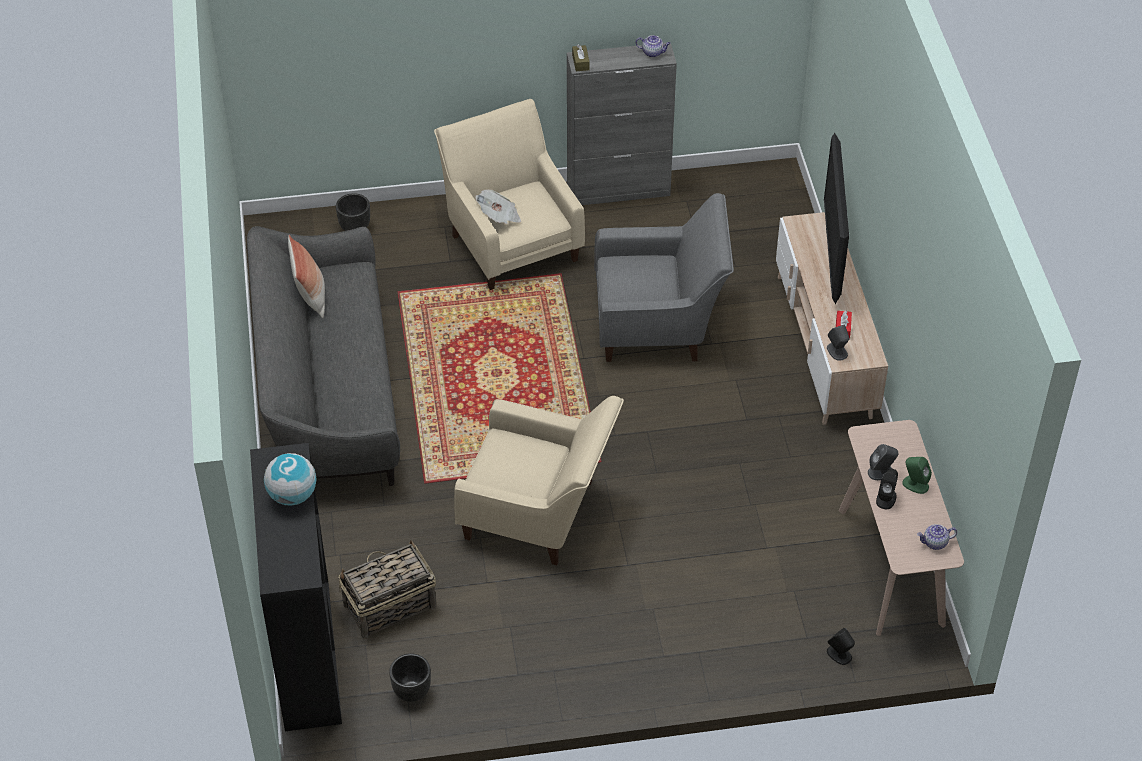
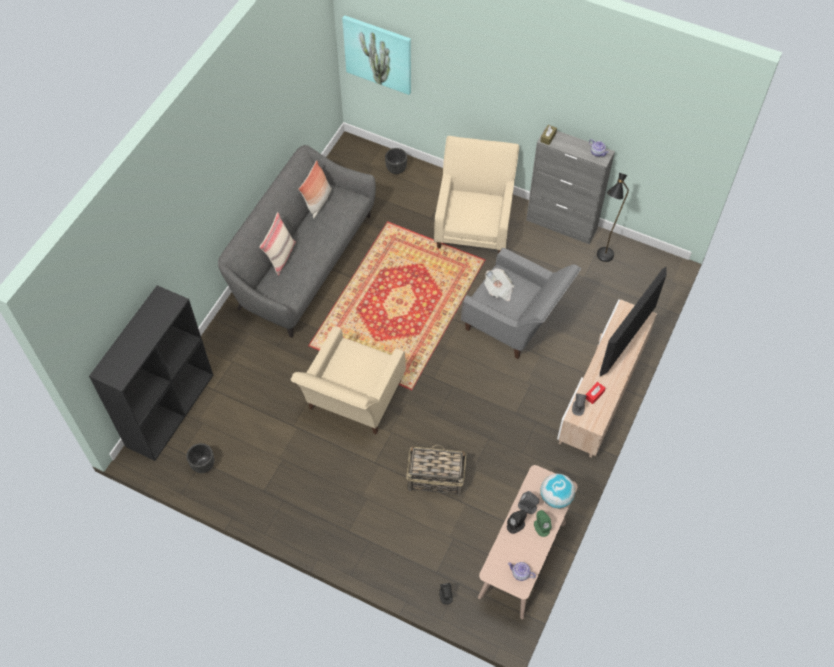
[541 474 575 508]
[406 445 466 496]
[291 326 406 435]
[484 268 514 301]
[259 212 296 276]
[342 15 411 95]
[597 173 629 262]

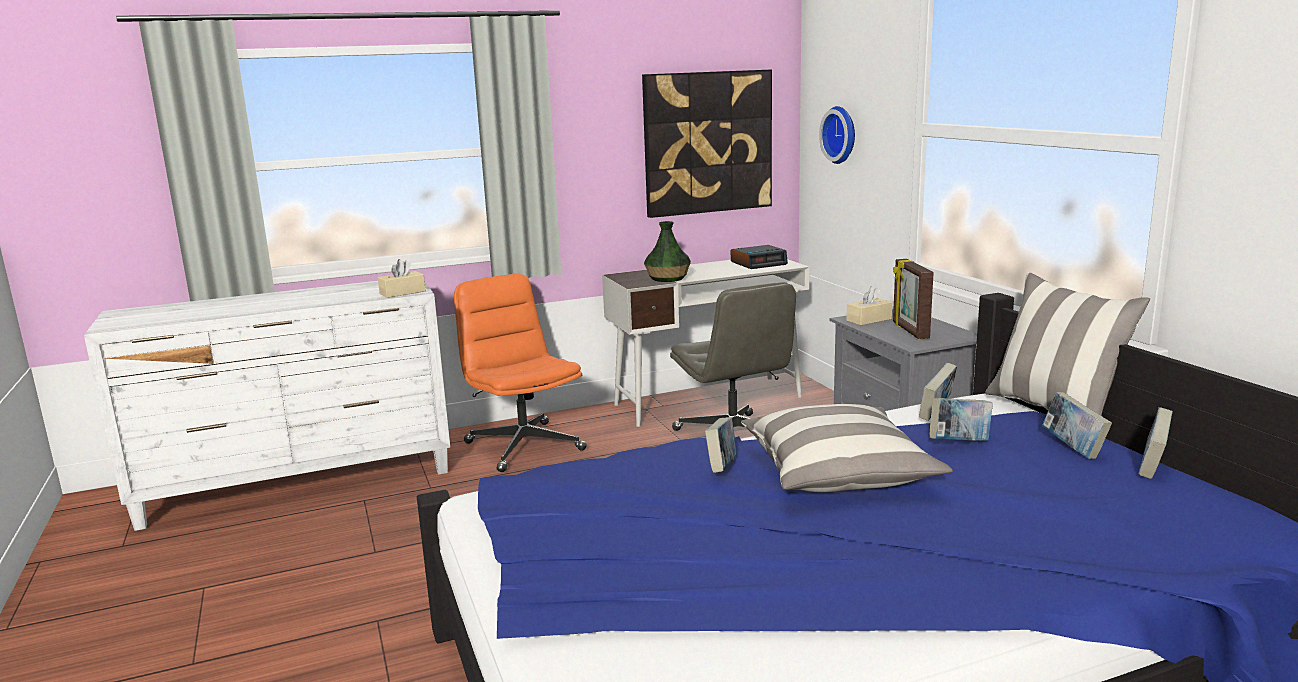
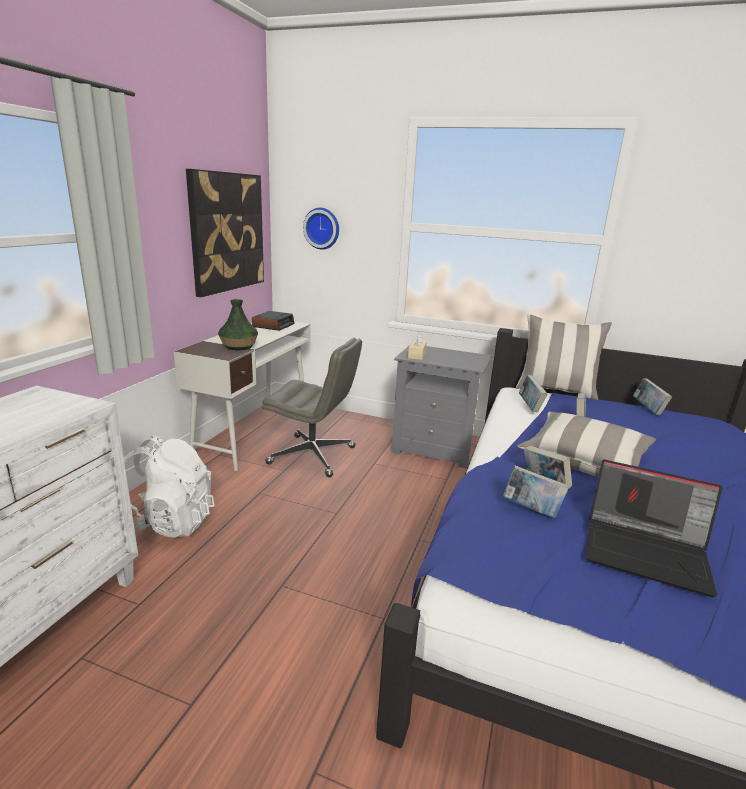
[378 259 426 298] (first image)
[124 436 215 538]
[893 259 934 339] (first image)
[503 465 568 518]
[586 459 723 597]

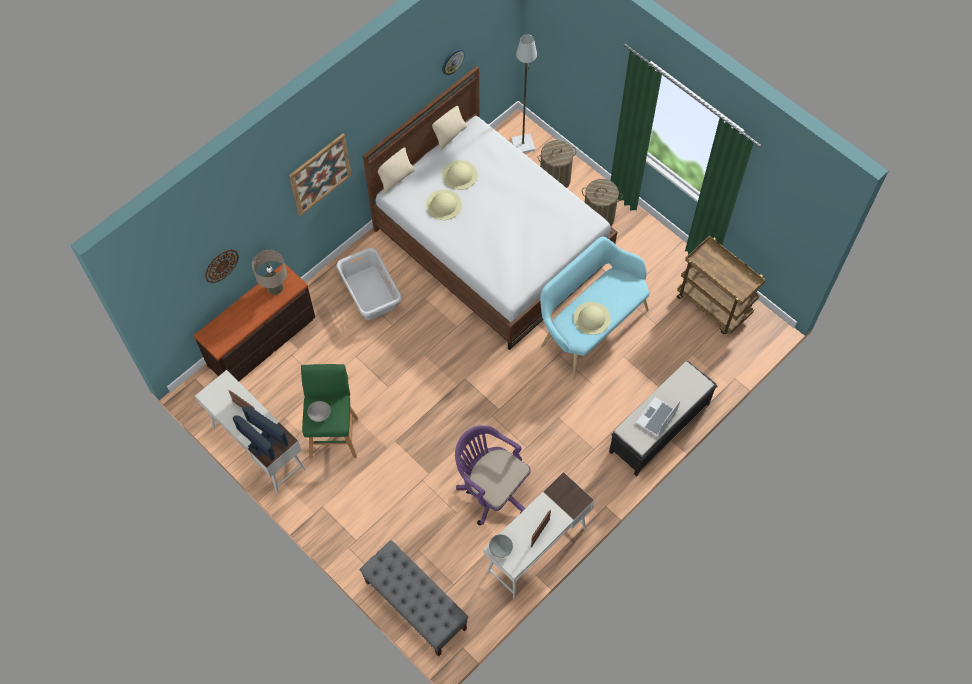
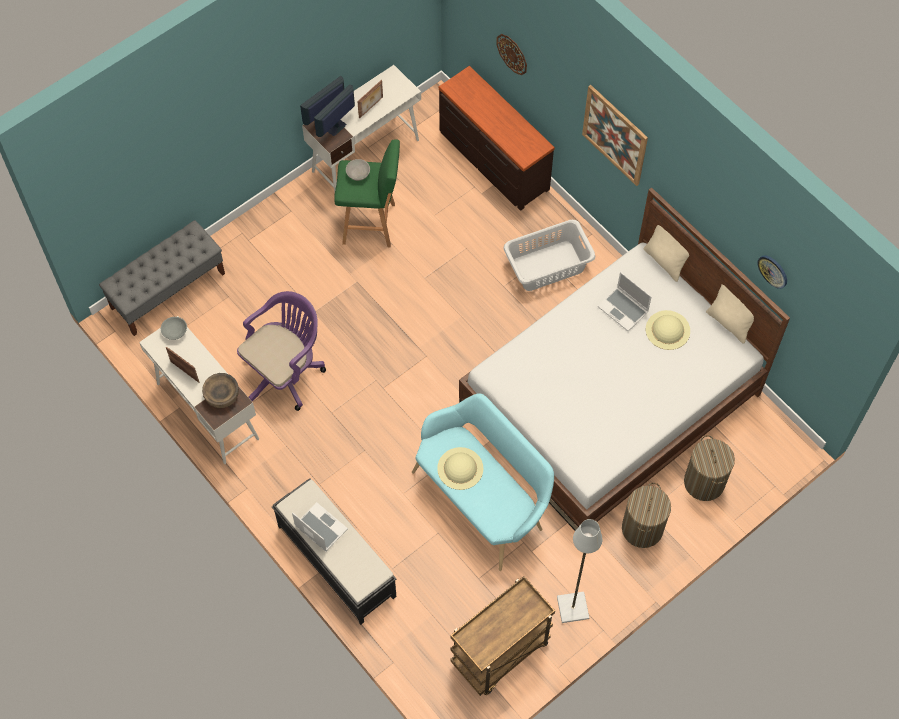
[252 250 287 295] (first image)
[597 272 652 331]
[557 519 602 623]
[202 373 239 408]

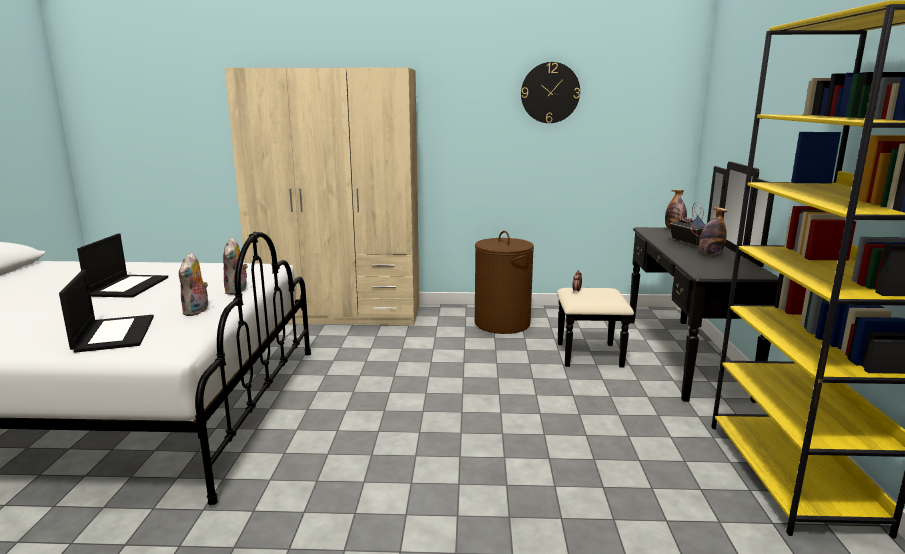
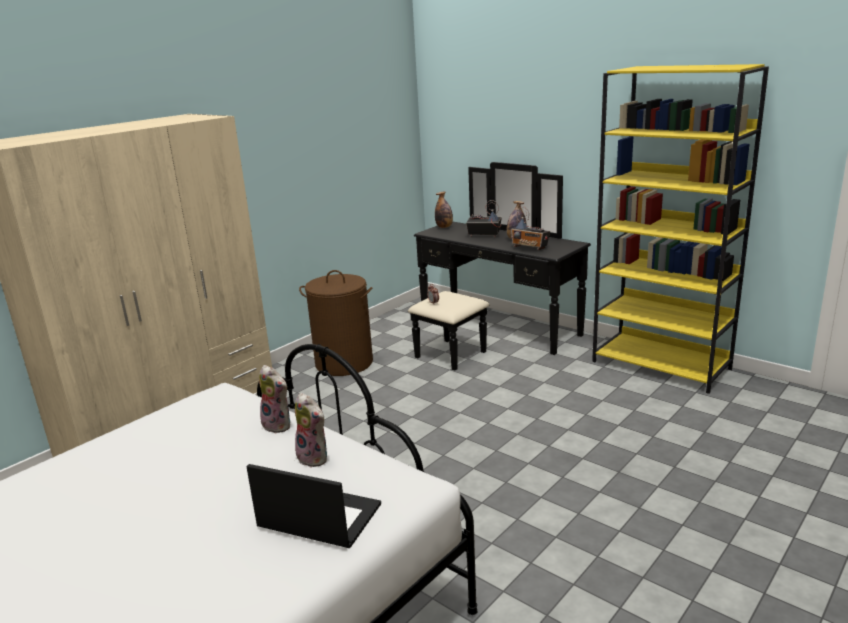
[77 233 168 298] (first image)
[521 62 580 123] (first image)
[511 207 550 250]

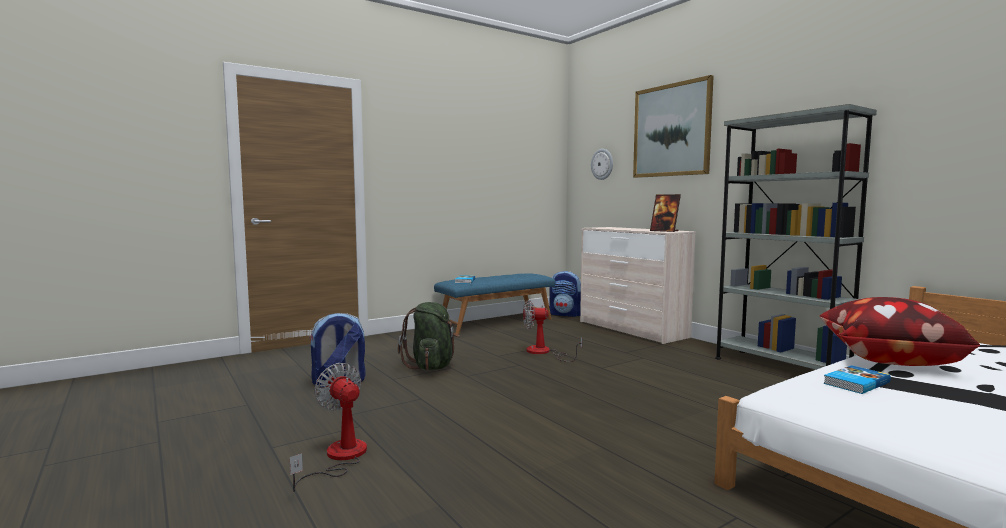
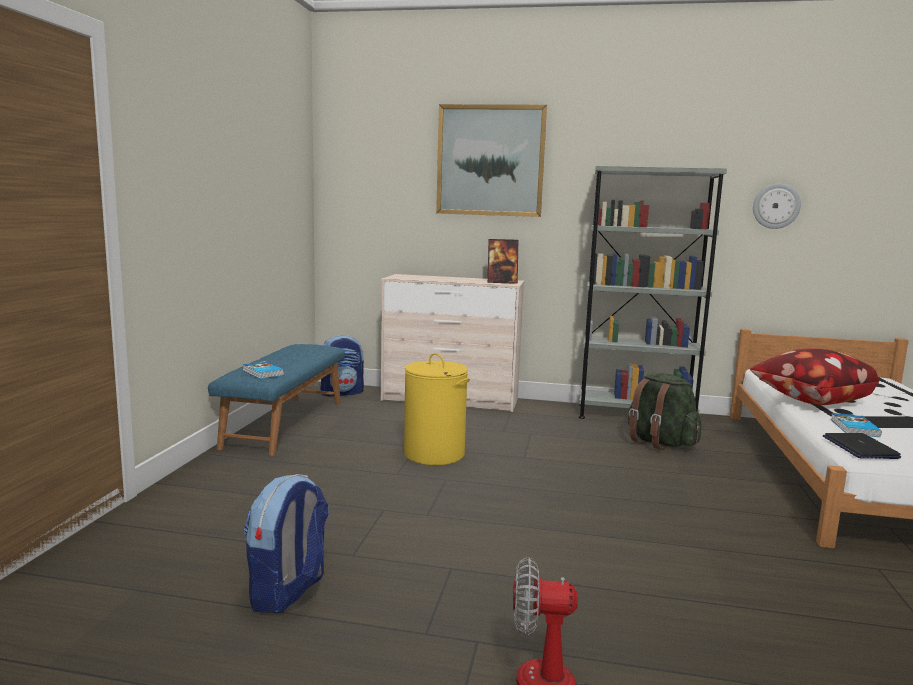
[628 373 702 450]
[404 353 470 465]
[753 183 801 229]
[823 433 901 459]

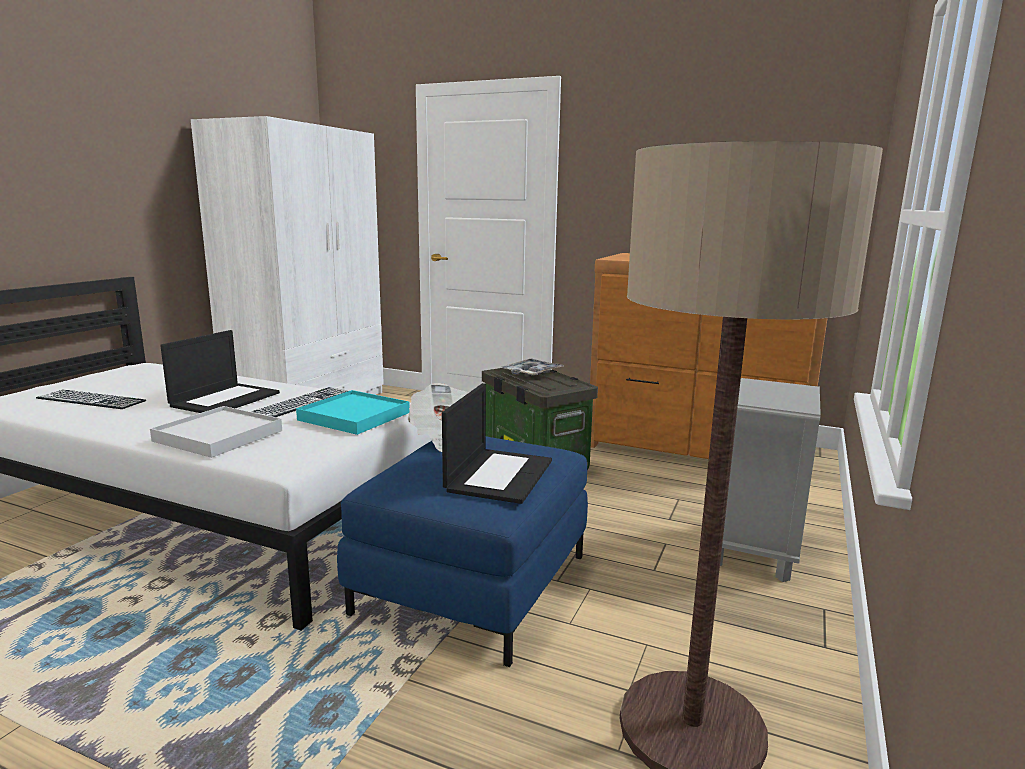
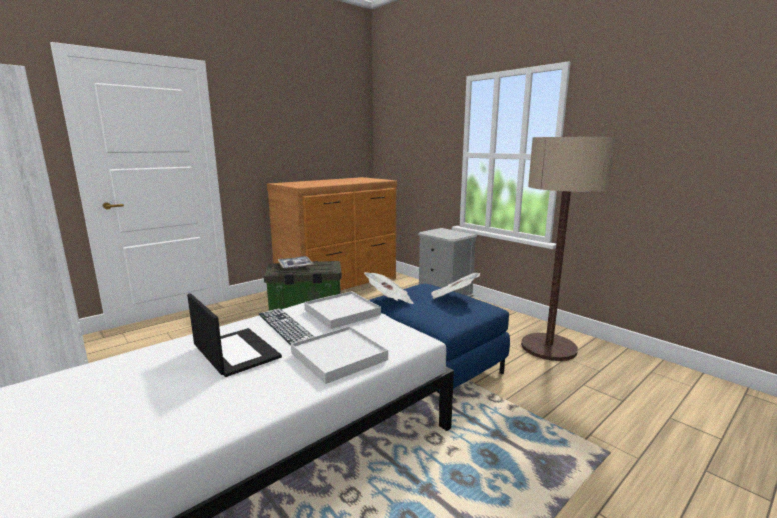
[36 389 146 409] (first image)
[304 291 381 329]
[431 273 480 299]

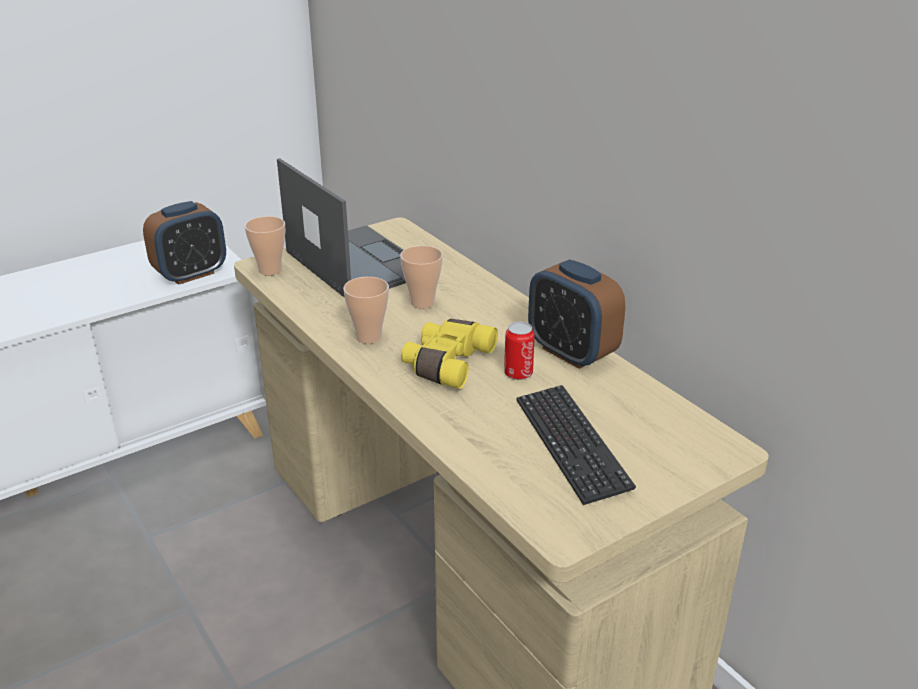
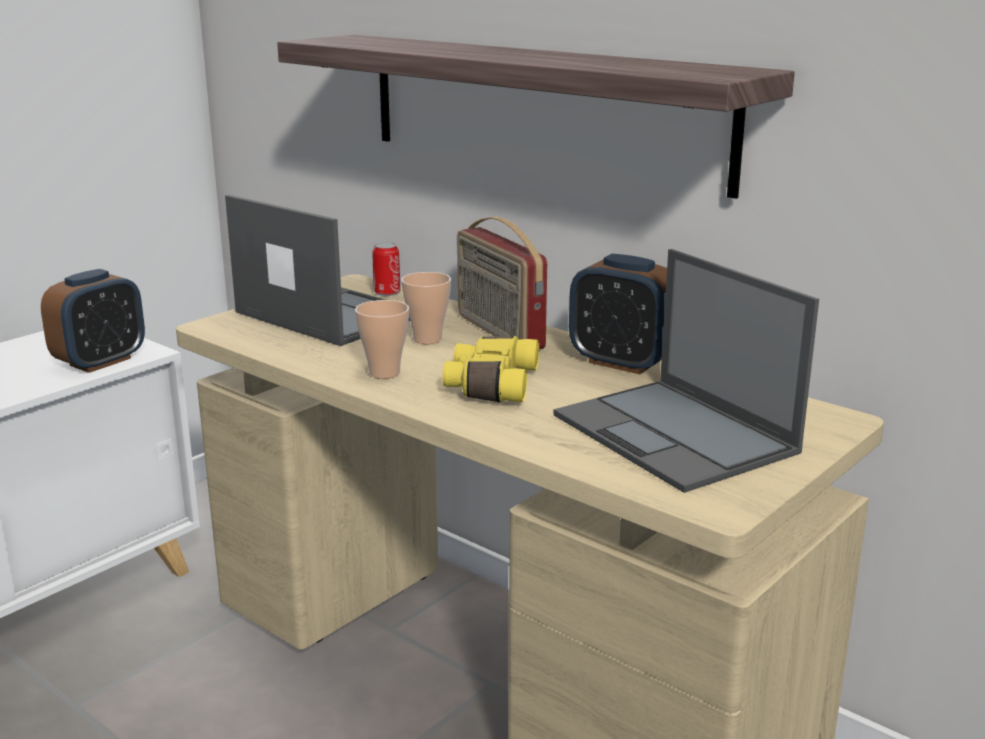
[244 216 285 275] (first image)
[372 242 401 296]
[553 249 819 493]
[277 35 795 199]
[457 217 547 349]

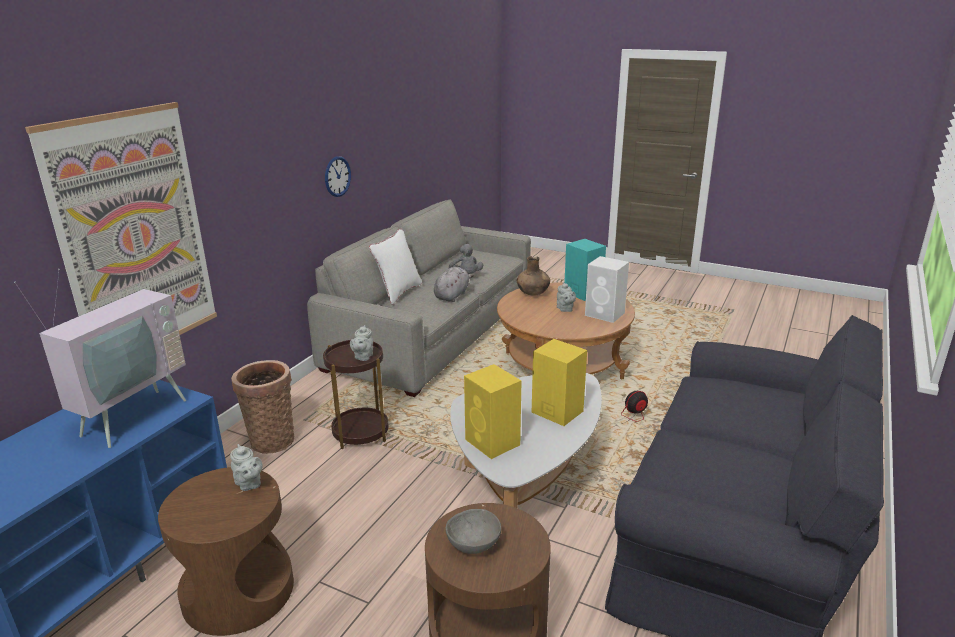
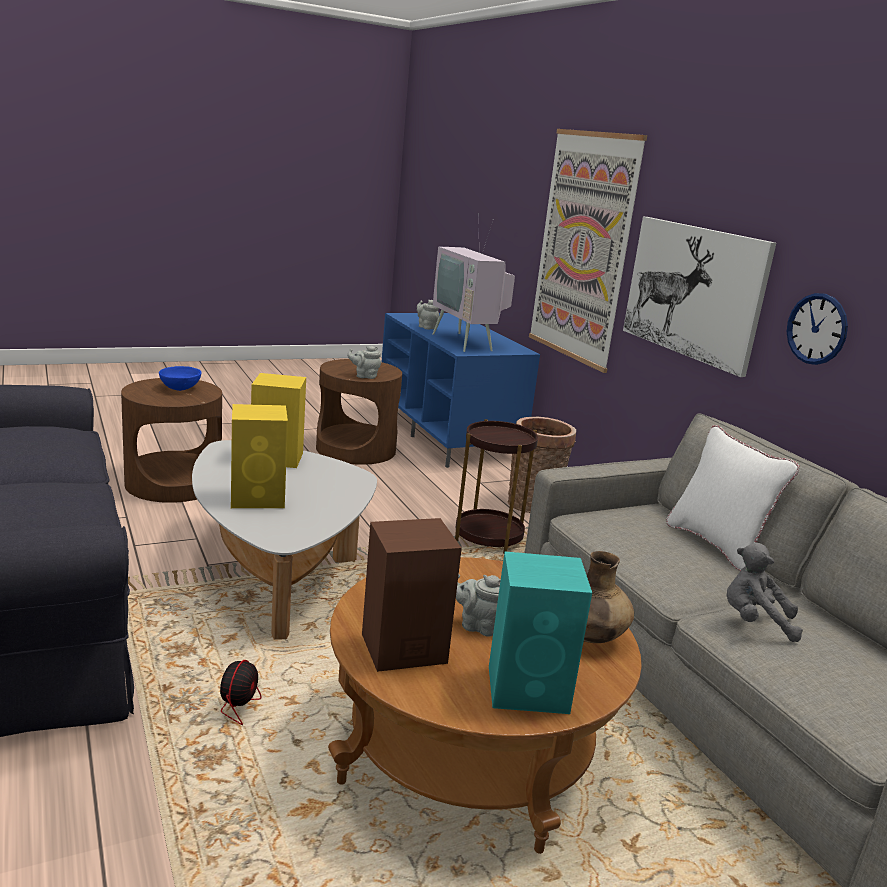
[417 300 439 329]
[434 267 474 302] (first image)
[159 366 201 391]
[362 518 462 672]
[623 217 776 377]

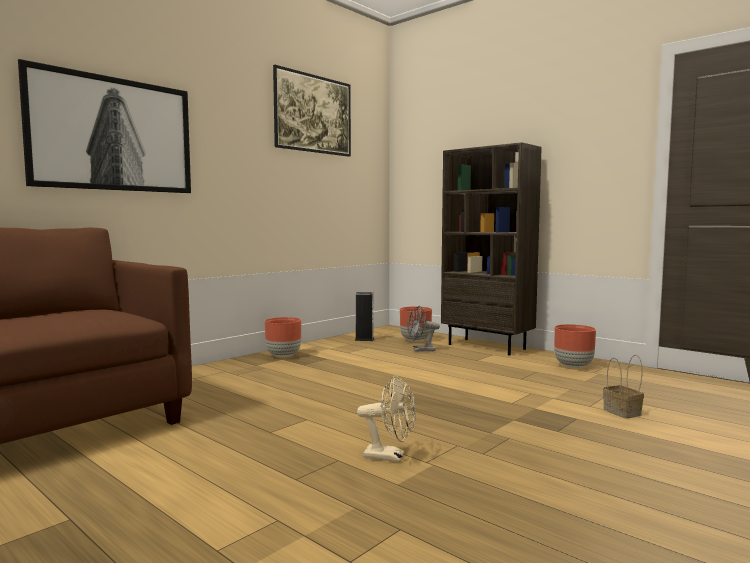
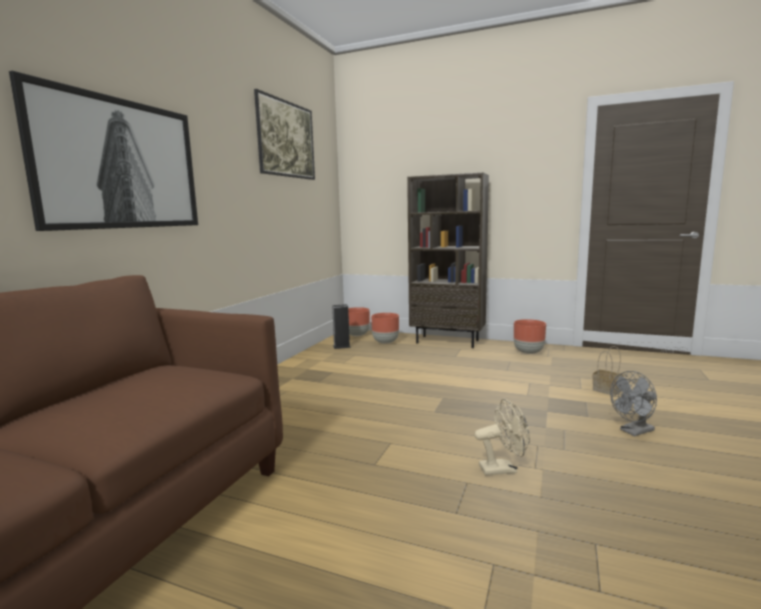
[348 307 370 336]
[610 371 657 436]

